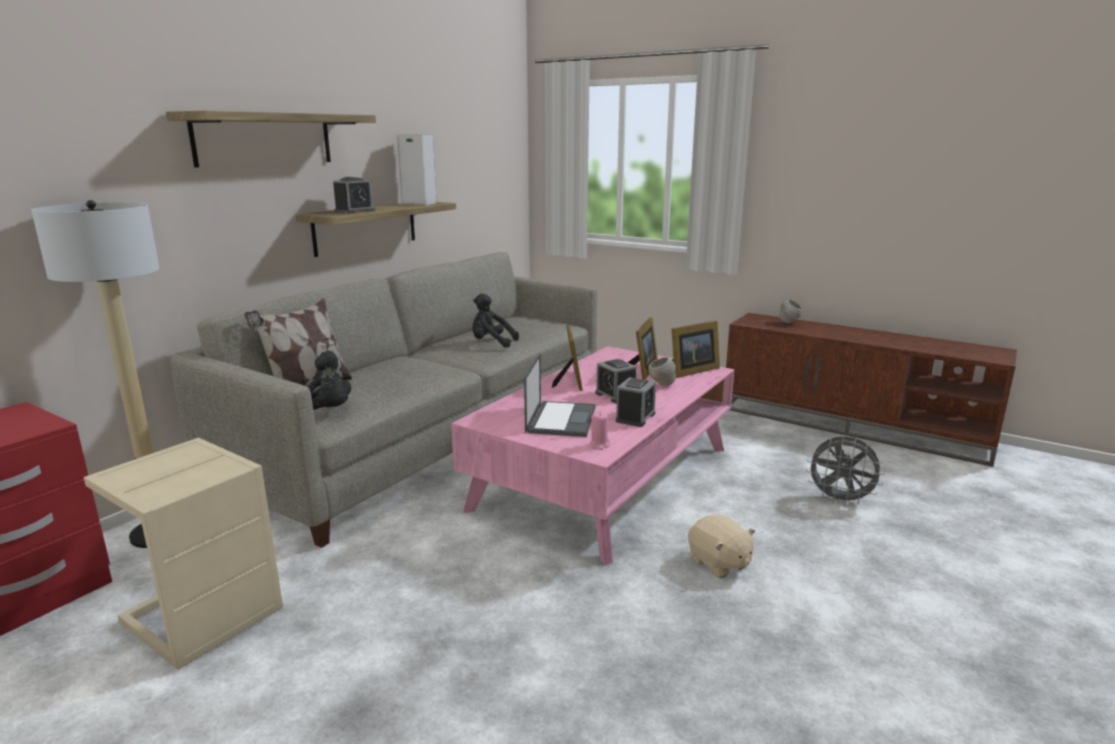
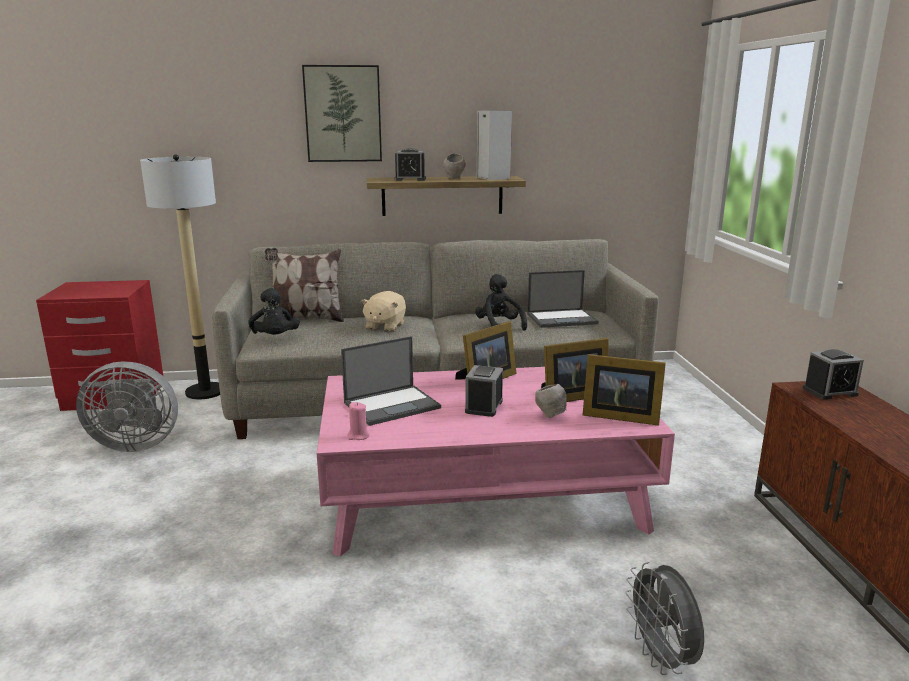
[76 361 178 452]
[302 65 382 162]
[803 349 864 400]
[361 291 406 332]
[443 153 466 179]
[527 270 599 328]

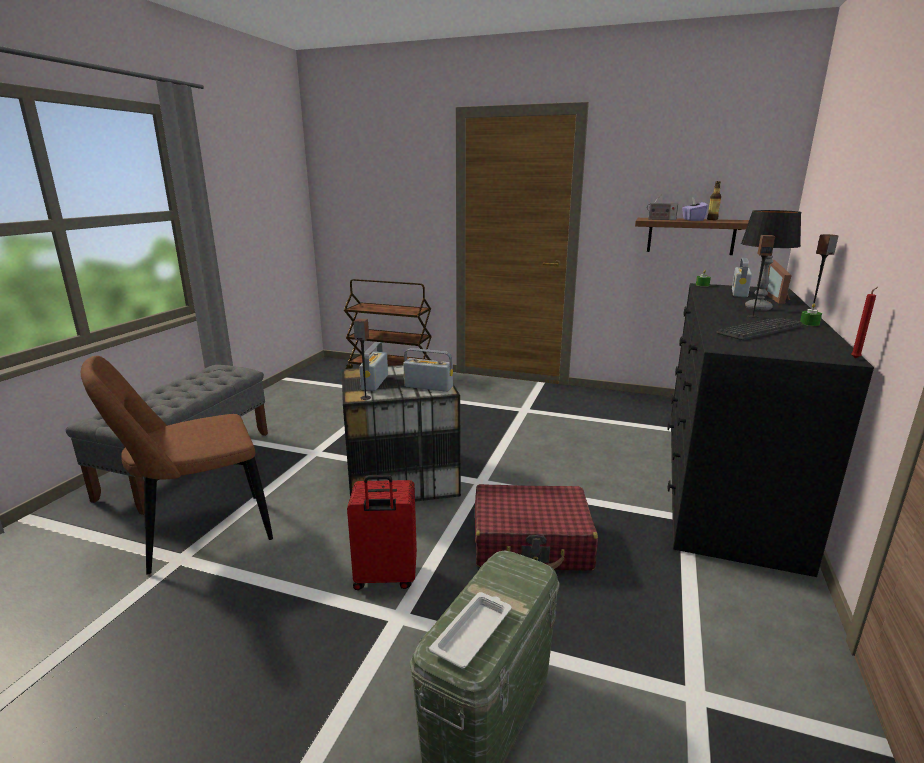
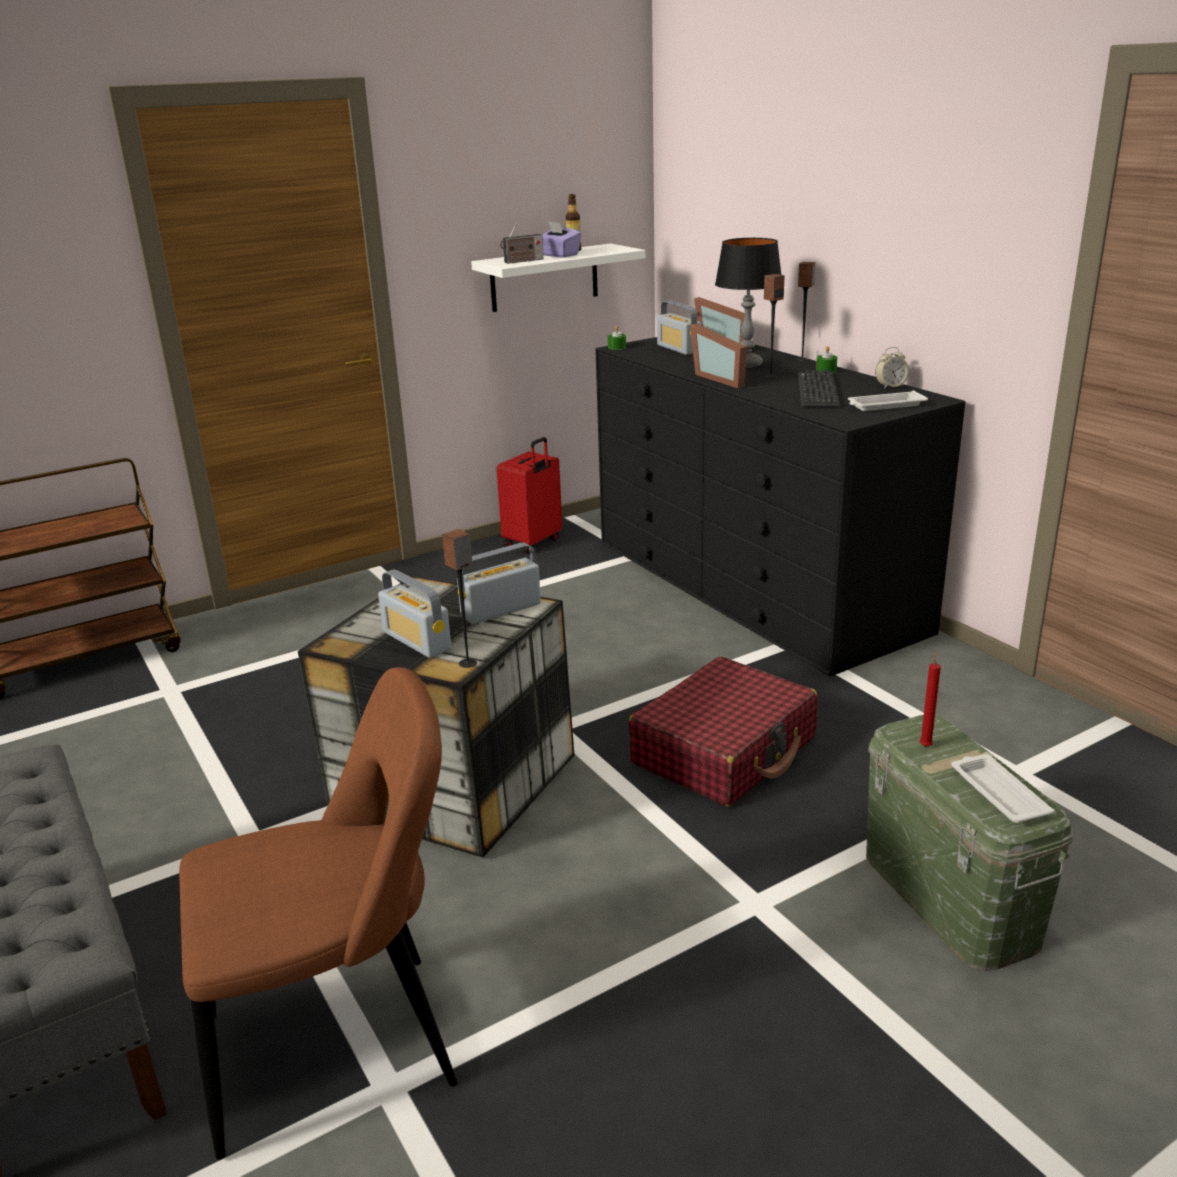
[179 667 458 1160]
[496 437 562 554]
[471 243 645 312]
[919 651 941 747]
[690 324 747 388]
[848 390 928 411]
[875 347 909 389]

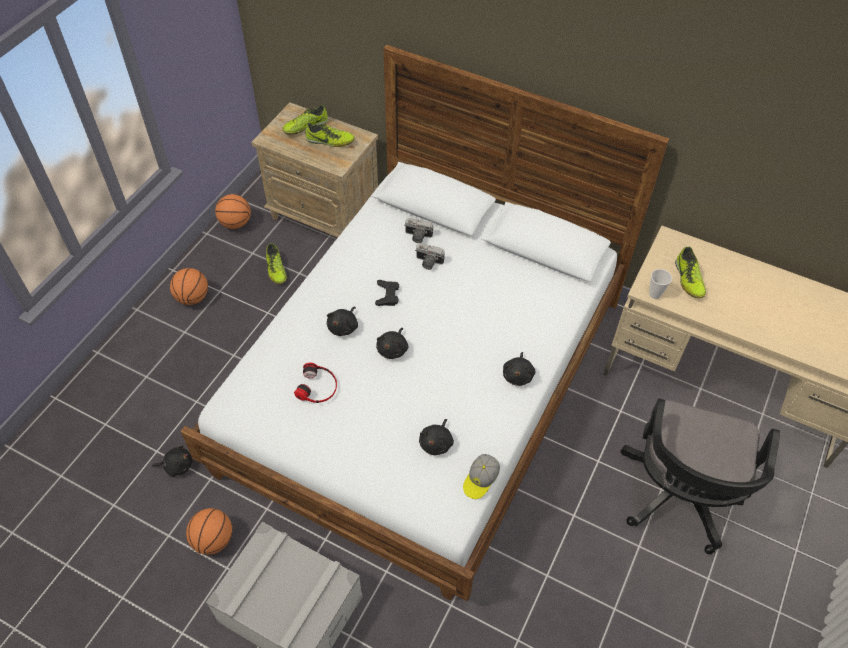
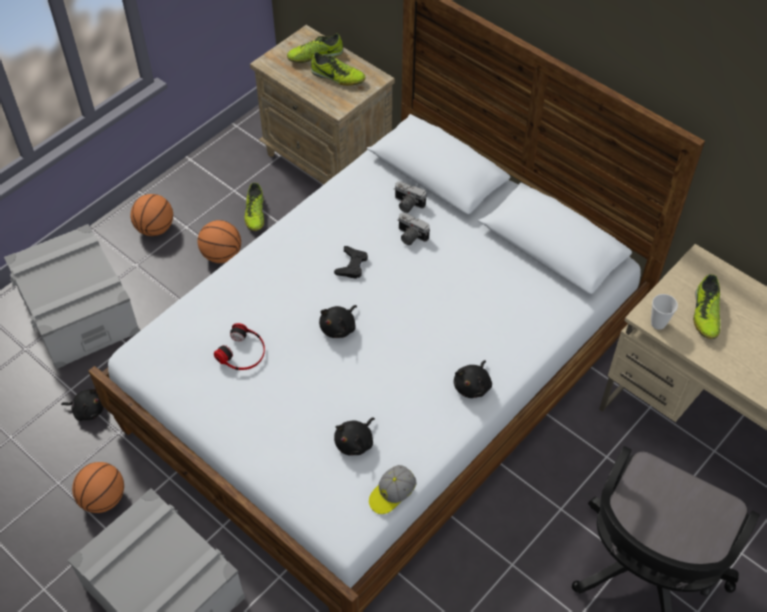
[197 220 241 263]
[327 307 358 336] (first image)
[4 224 140 369]

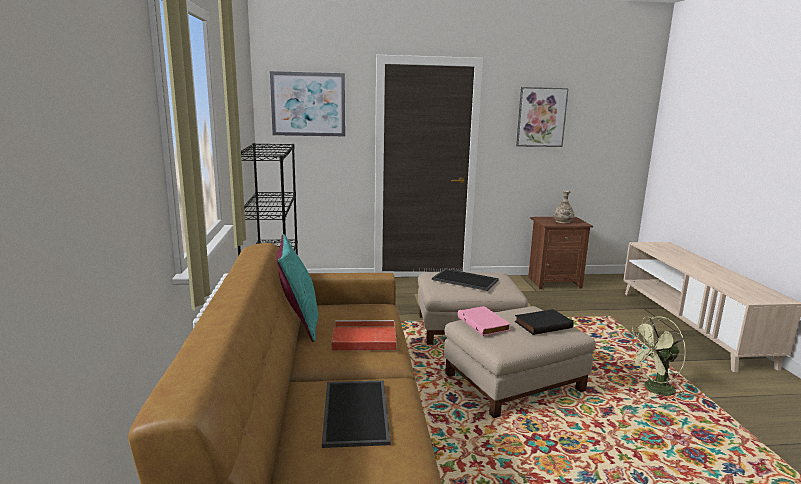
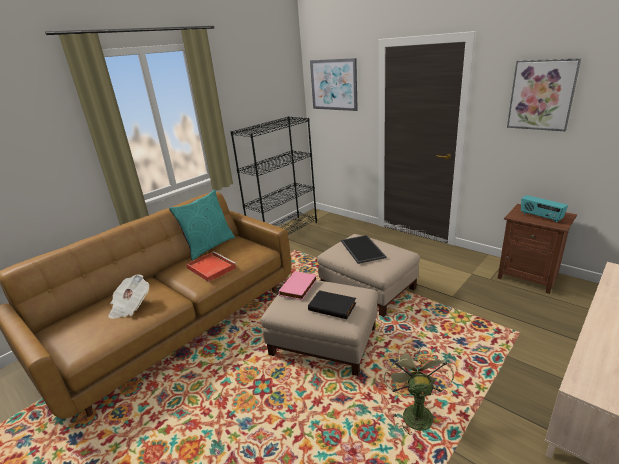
[108 274 149 319]
[521 195 568 223]
[384 346 454 435]

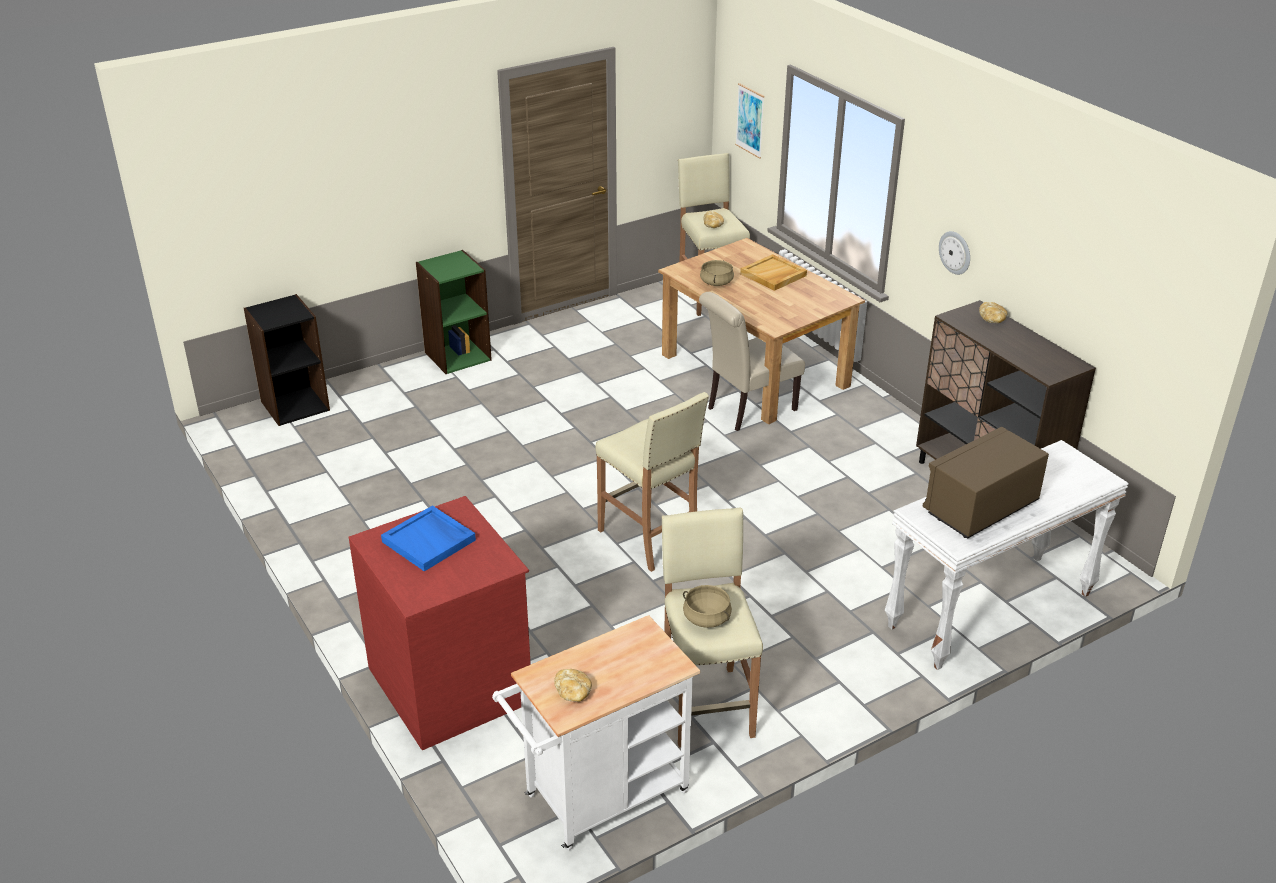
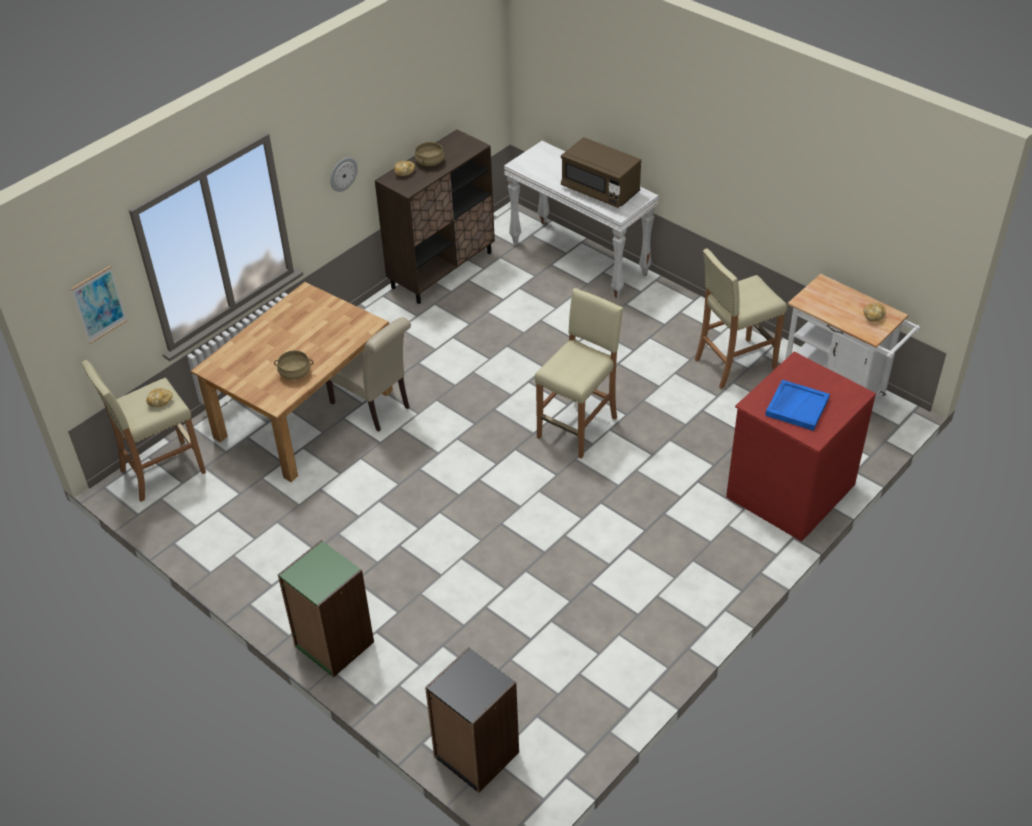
[415 142 444 166]
[740 254 807 291] (first image)

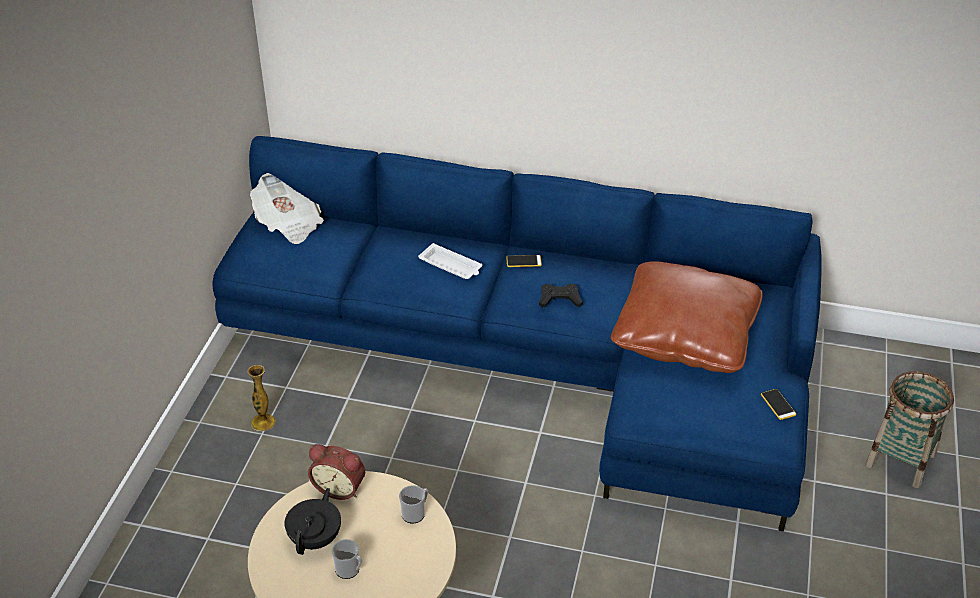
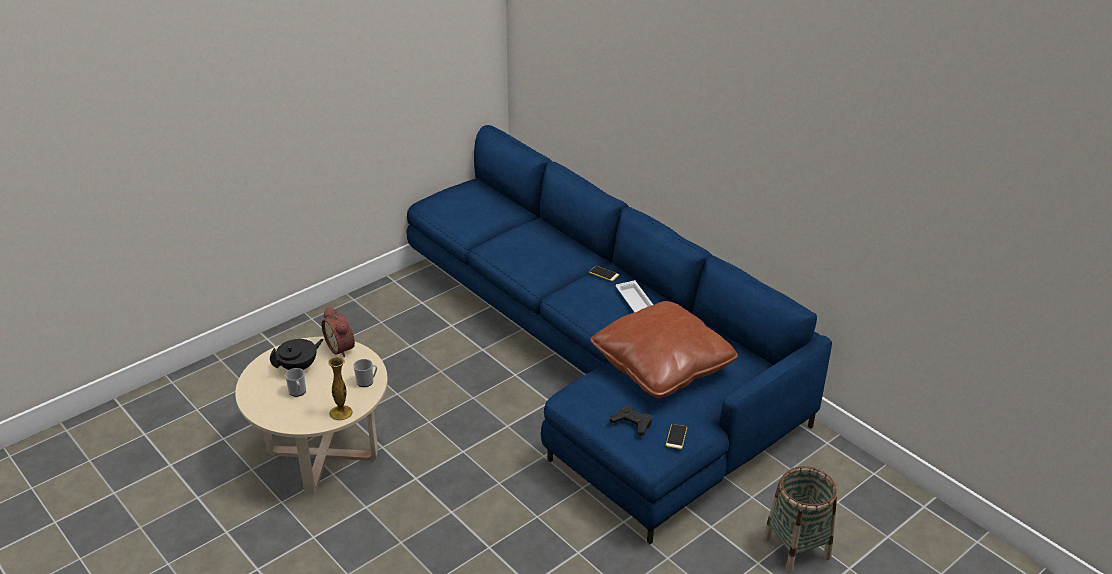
[328 357 353 421]
[250 173 324 244] (first image)
[616 280 653 313]
[610 405 652 436]

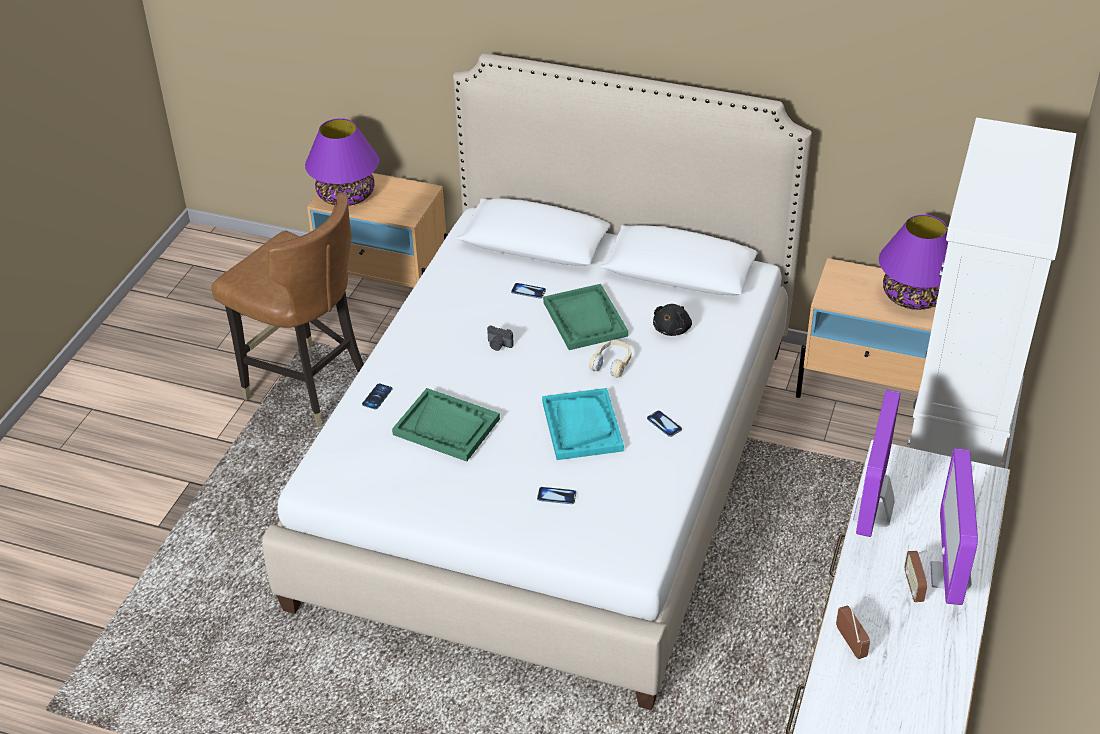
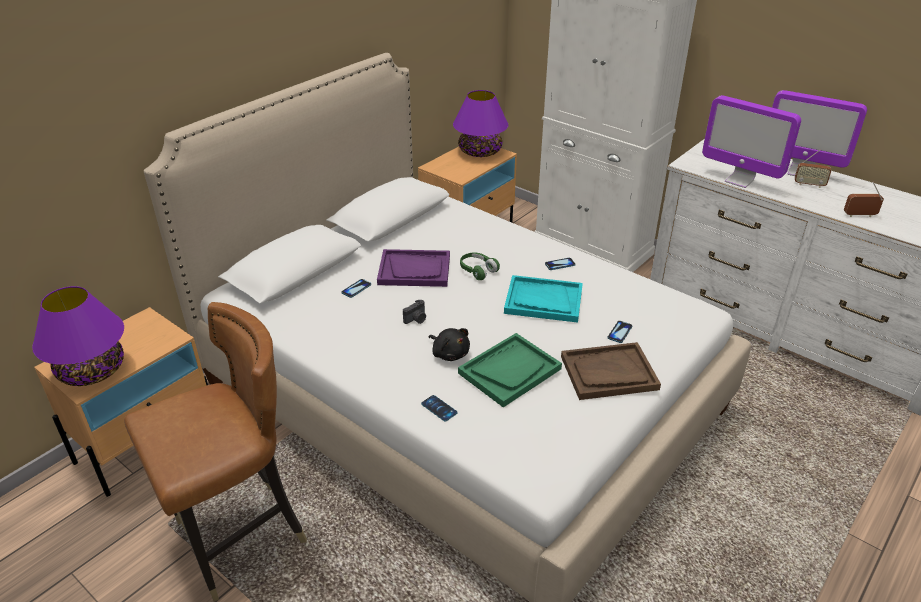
[377 249 450 287]
[460 253 500 280]
[429 328 470 361]
[561 342 661 400]

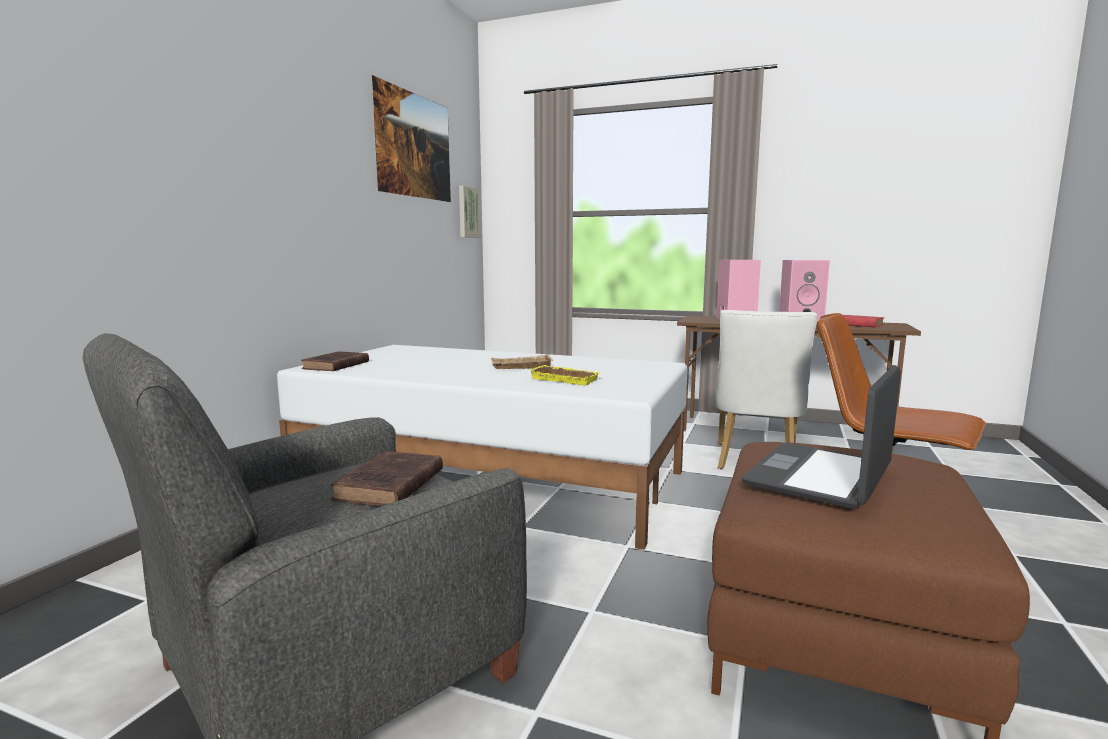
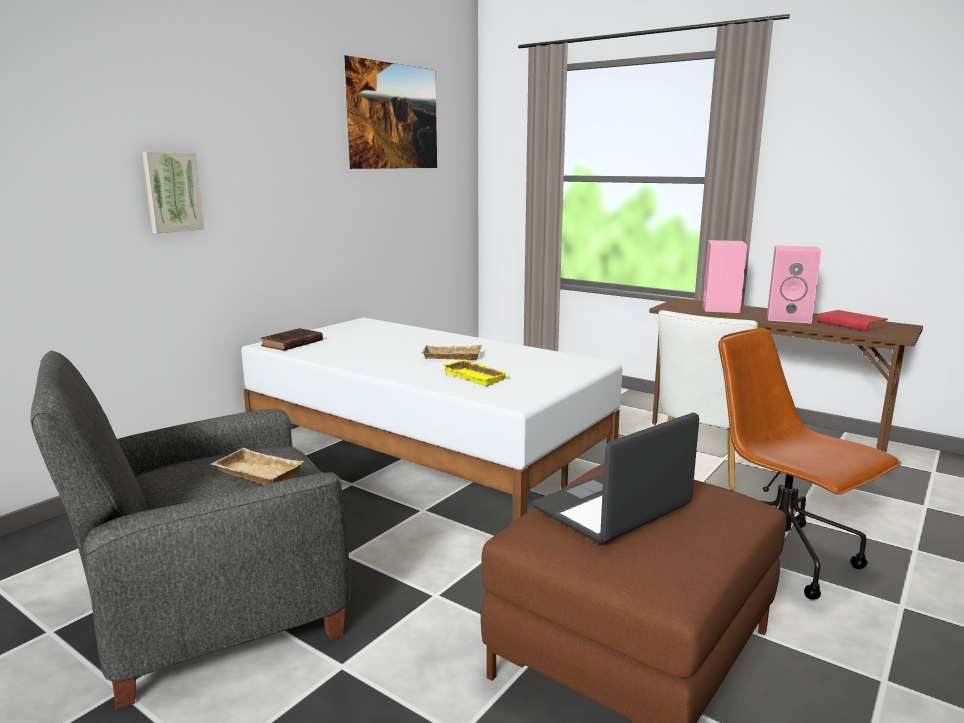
[211 448 304 485]
[142 152 204 233]

